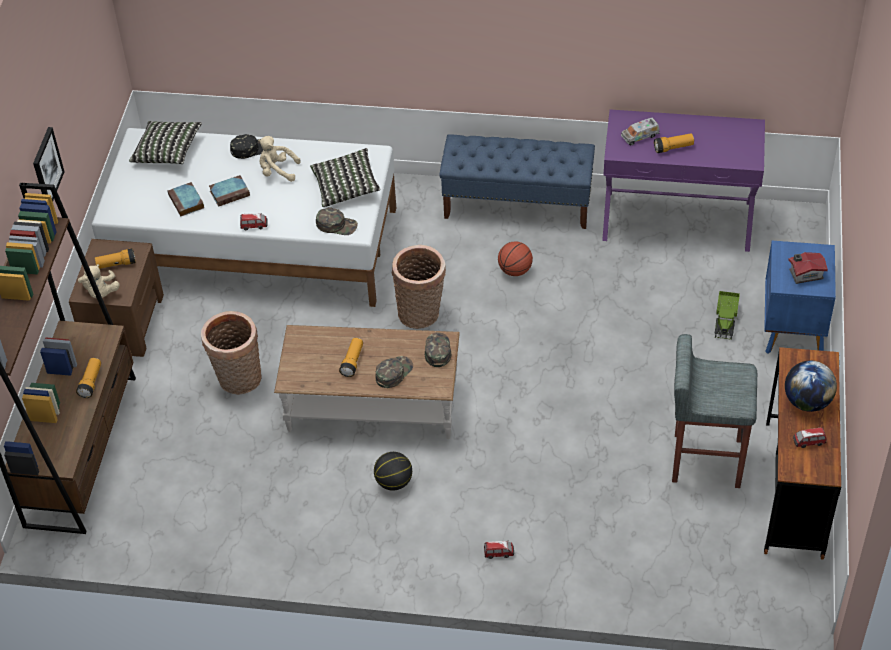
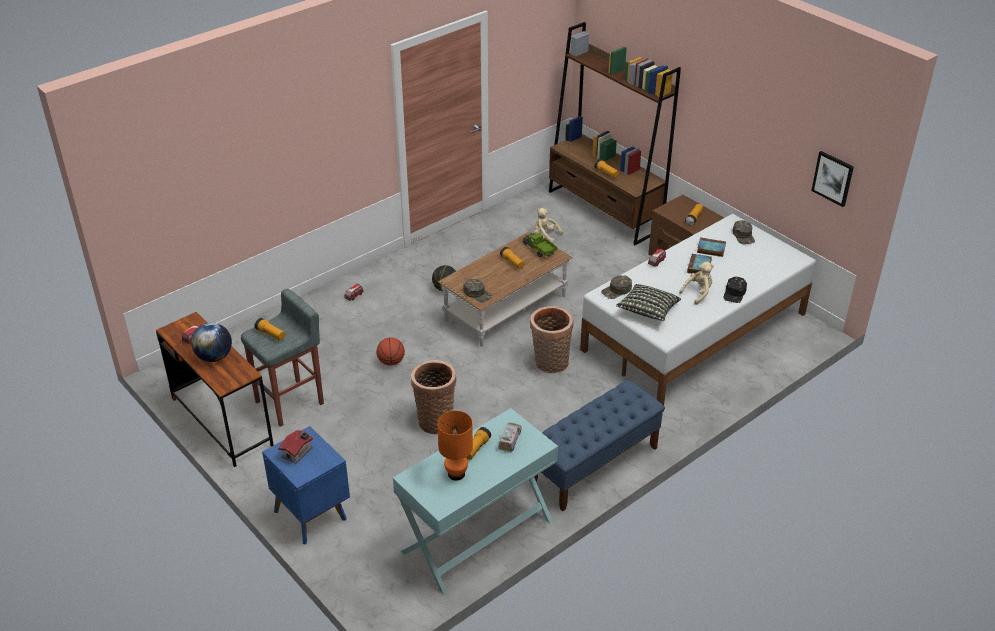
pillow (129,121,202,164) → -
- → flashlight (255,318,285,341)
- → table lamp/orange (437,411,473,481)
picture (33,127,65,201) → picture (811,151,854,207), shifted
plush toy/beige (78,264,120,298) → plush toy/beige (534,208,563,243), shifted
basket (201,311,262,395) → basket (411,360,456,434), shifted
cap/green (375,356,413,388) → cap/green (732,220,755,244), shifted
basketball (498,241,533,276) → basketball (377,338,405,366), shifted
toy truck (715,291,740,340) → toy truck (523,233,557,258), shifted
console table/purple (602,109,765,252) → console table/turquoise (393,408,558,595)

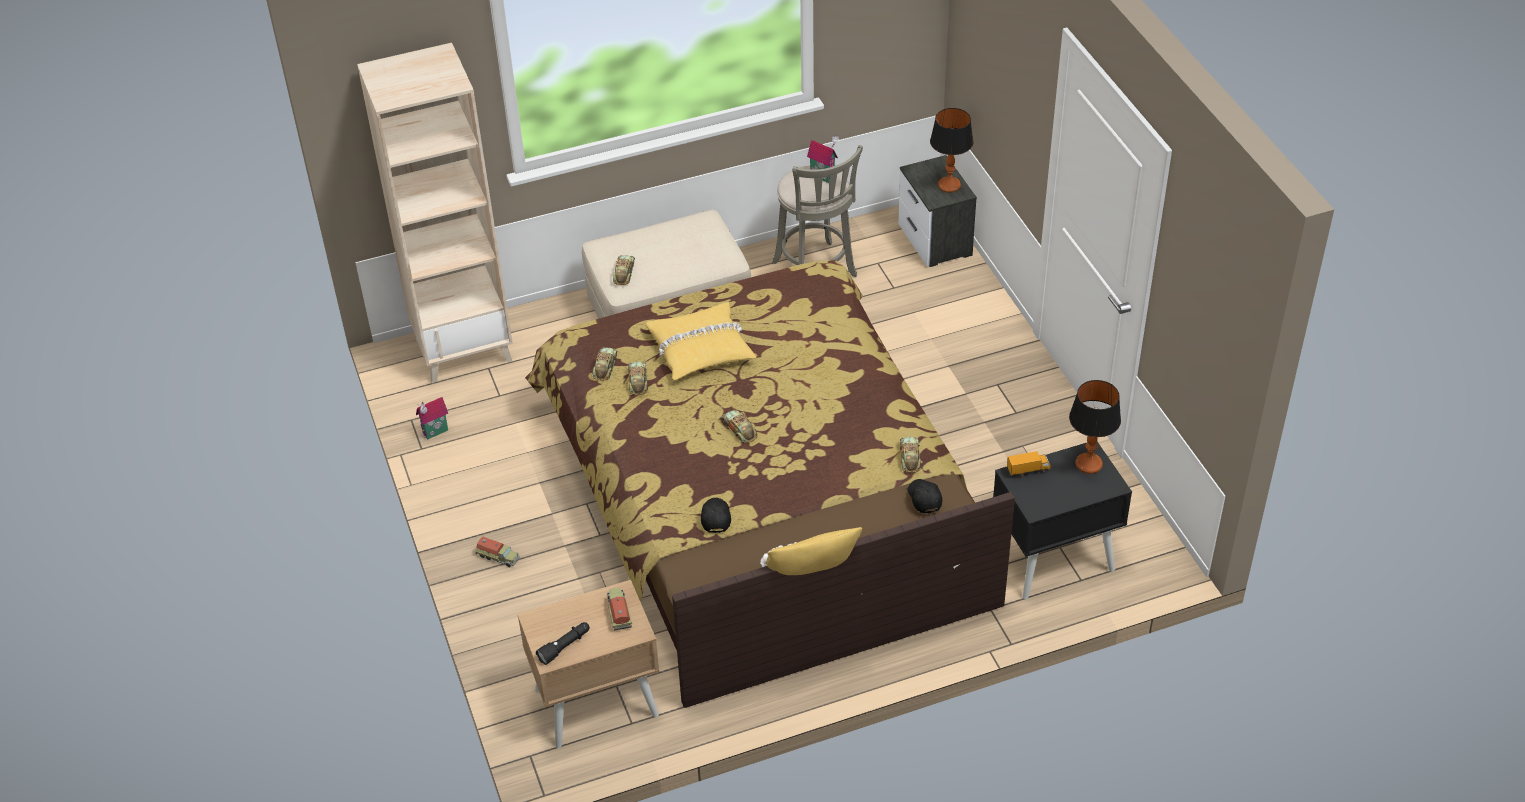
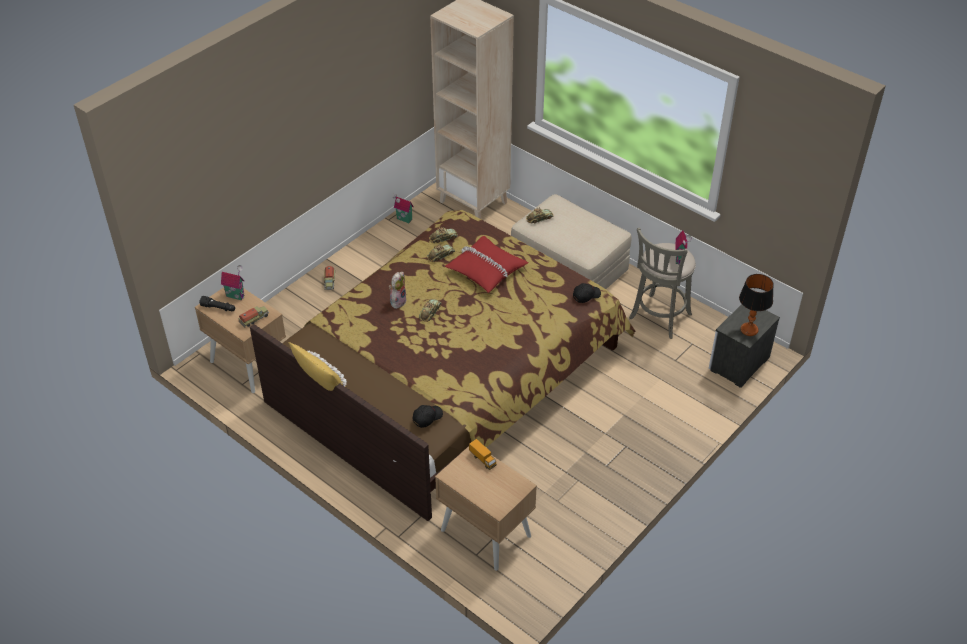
toy car (900,437,921,473) → -
table lamp (1069,380,1121,474) → -
- → toy house (221,265,245,300)
- → plush toy (389,272,407,309)
cap/black (701,498,731,533) → cap/black (573,283,601,303), shifted
pillow/yellow (645,302,756,380) → pillow/red (445,236,529,293)
nightstand/black (993,442,1132,599) → nightstand/beige (435,446,537,571)

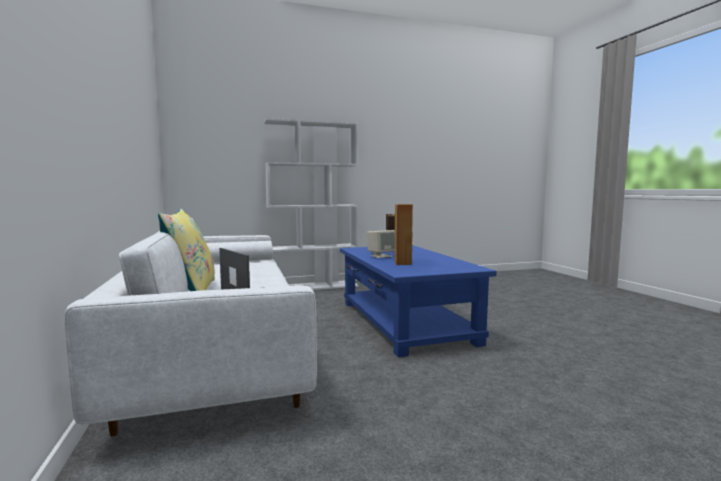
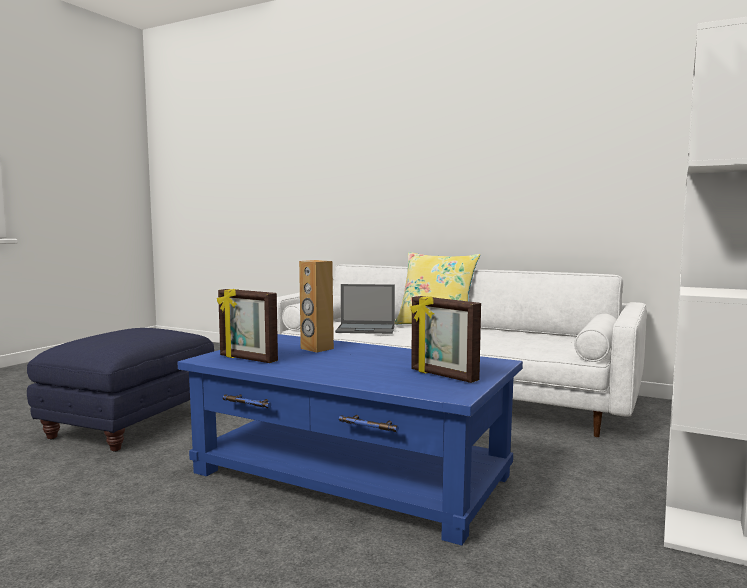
speaker/beige (367,230,395,258) → -
- → ottoman/blue (27,328,214,452)
- → picture frame (217,288,278,363)

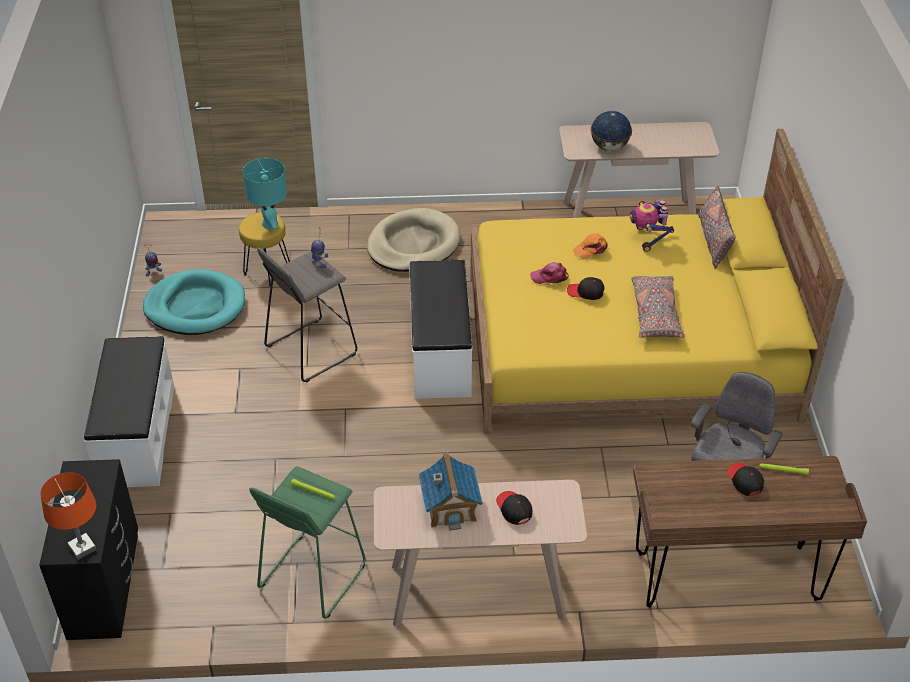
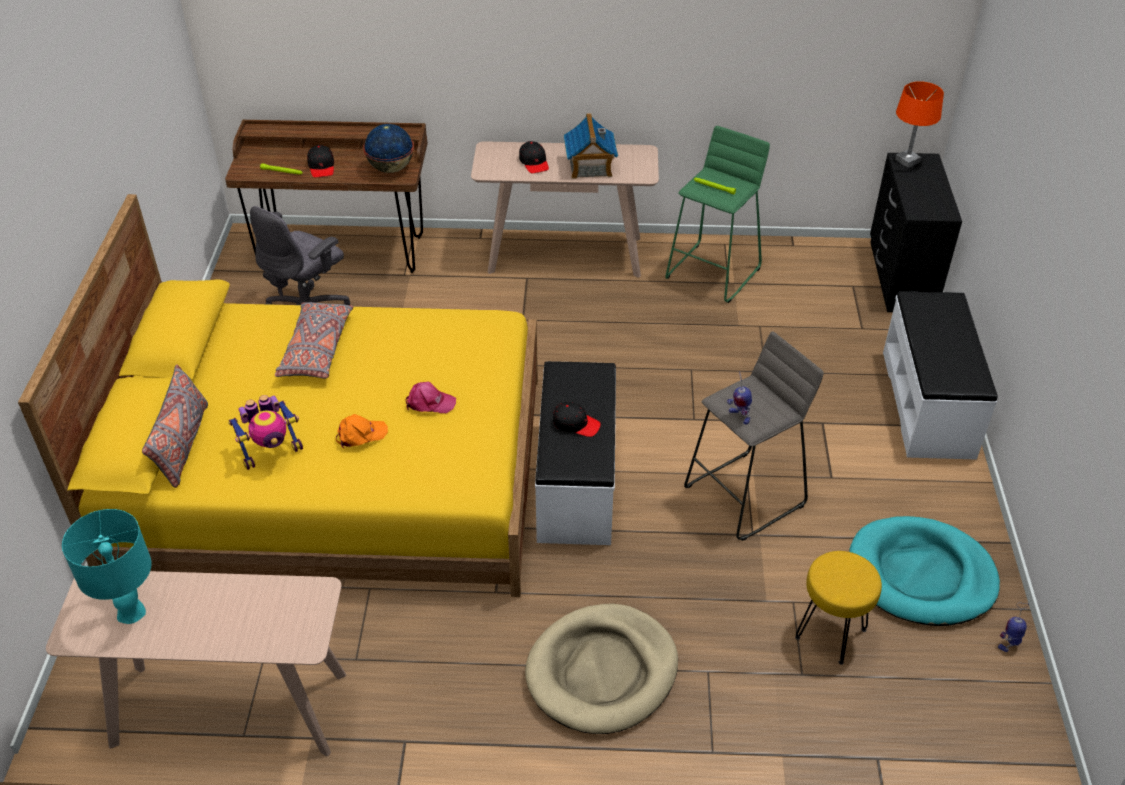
table lamp/turquoise (243,158,287,230) → table lamp/turquoise (62,509,152,624), shifted
cap/black (567,277,605,300) → cap/black (553,402,601,437), shifted
globe (590,111,632,151) → globe (363,124,414,173), shifted
toy robot (630,200,674,252) → toy robot (228,395,303,470), 60 degrees clockwise

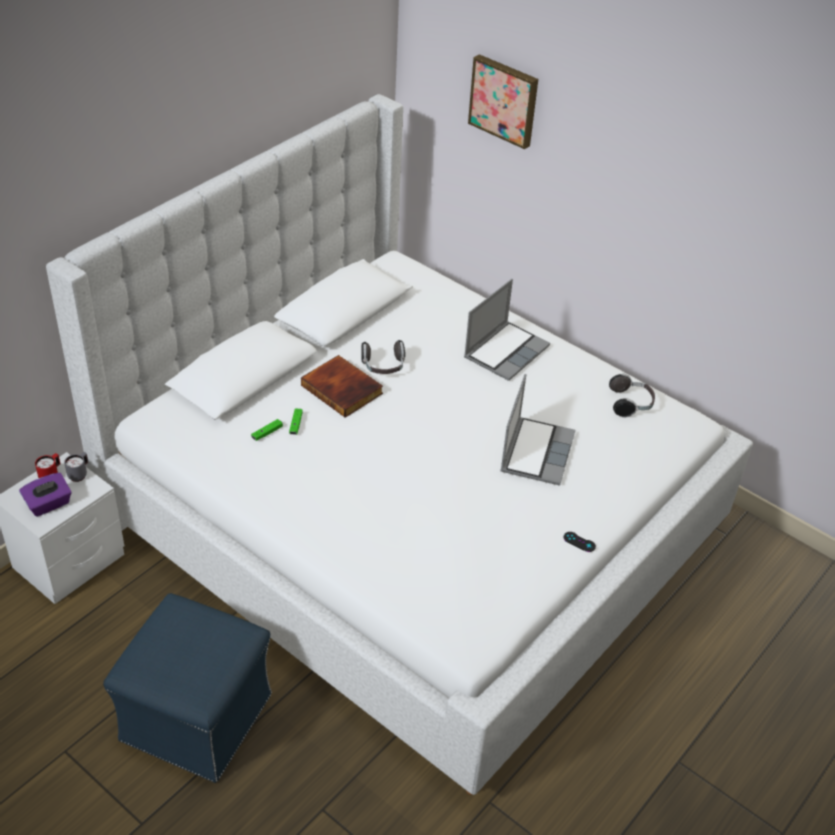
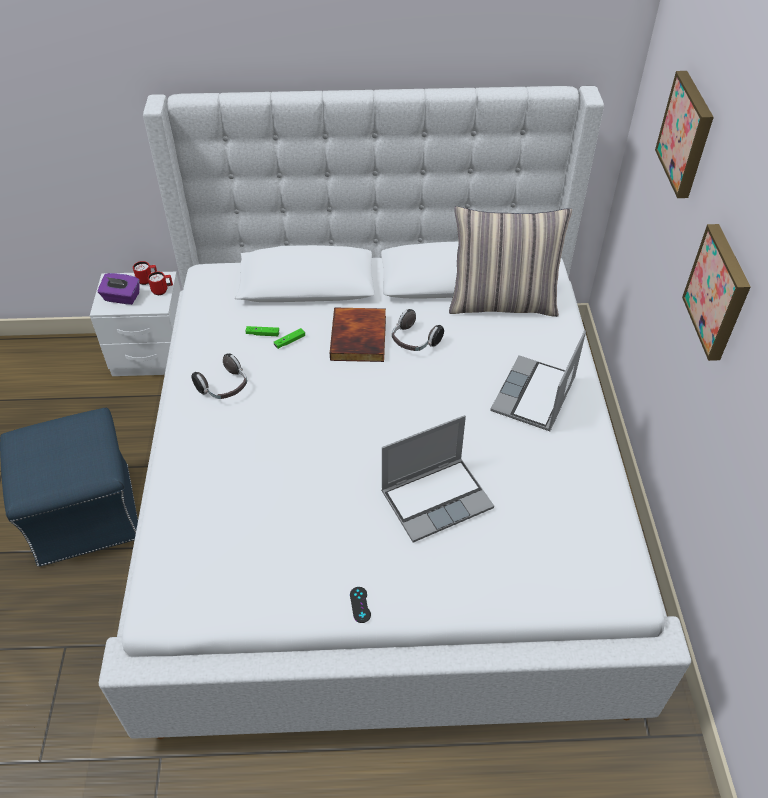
- → pillow (449,206,572,317)
- → picture (682,224,750,361)
headphones (609,373,655,418) → headphones (191,353,247,399), shifted
mug/grey (64,452,89,482) → mug/red (148,271,173,295)
laptop (464,279,550,381) → laptop (490,330,586,431), 120 degrees clockwise

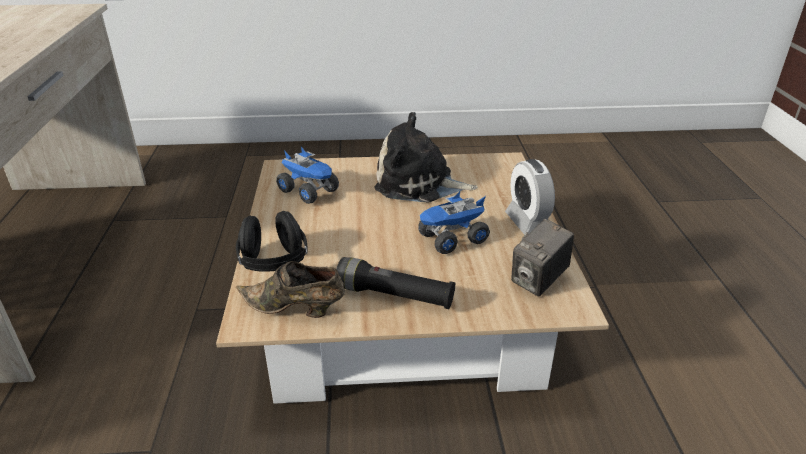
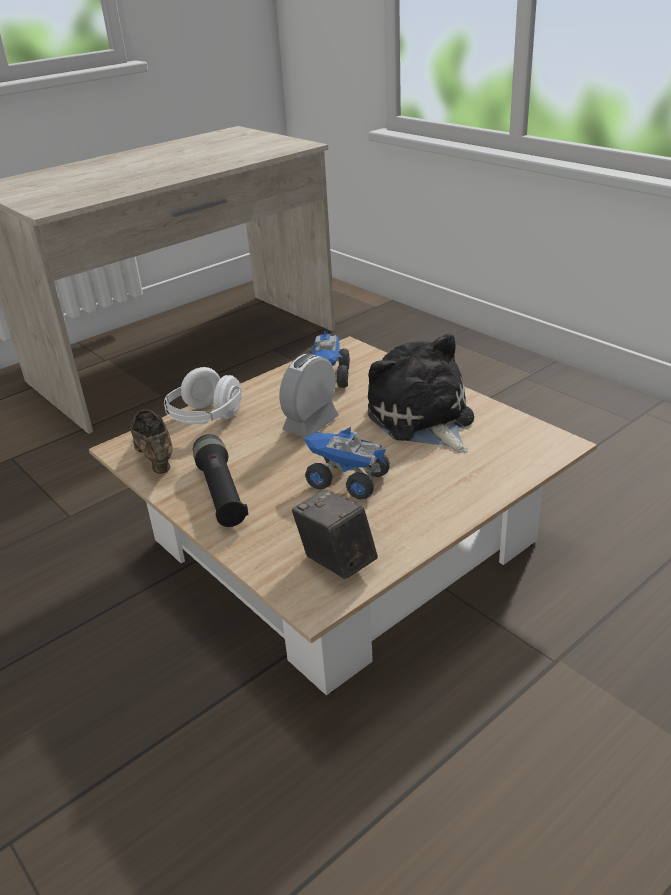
alarm clock (505,159,555,234) → alarm clock (279,353,339,438), shifted
headphones/black (236,211,308,272) → headphones/white (164,367,242,424)
photo camera (511,219,574,297) → photo camera (292,490,378,579), 45 degrees clockwise

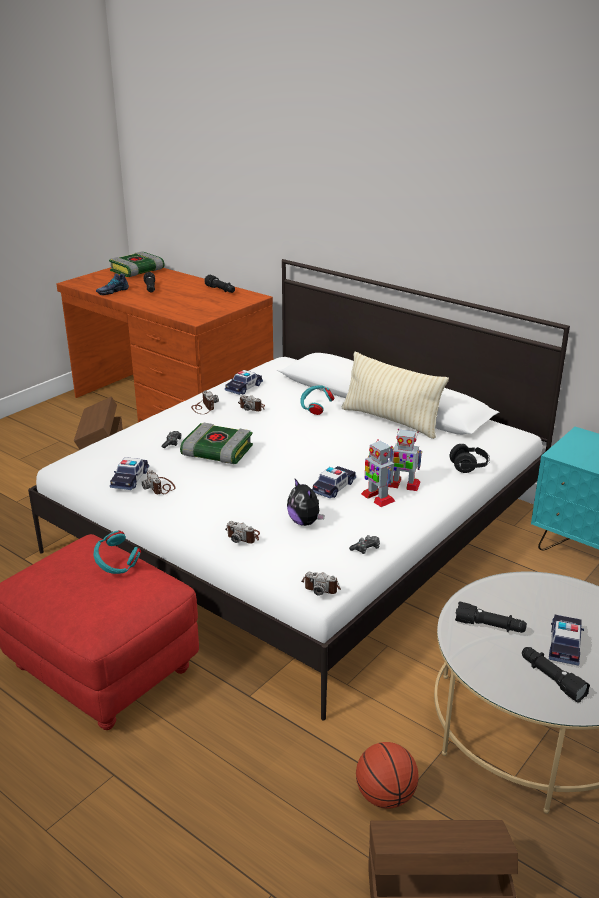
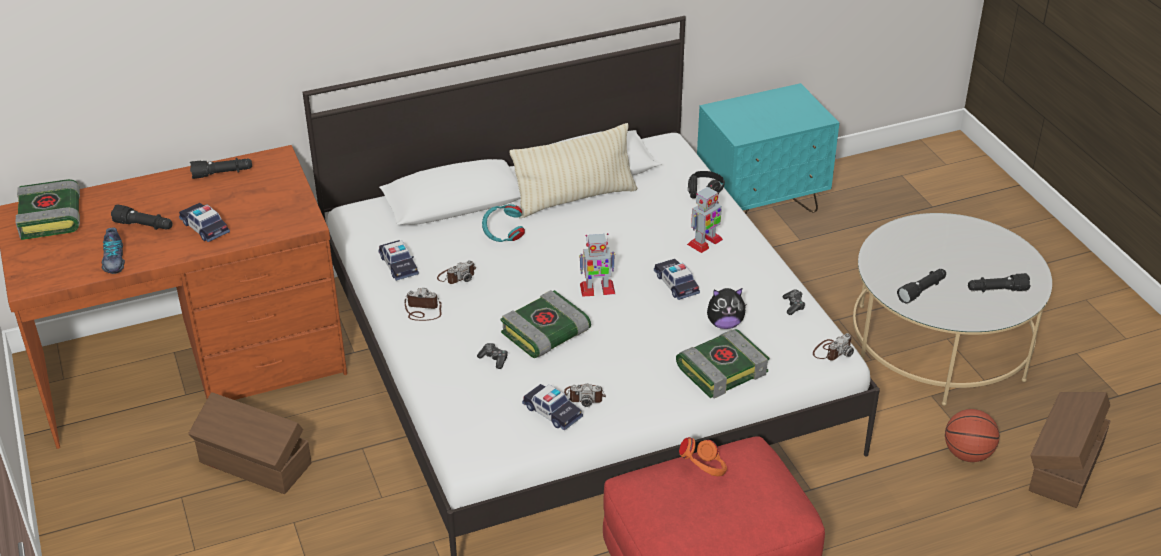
toy robot (361,439,395,507) → toy robot (579,233,615,297), shifted
toy car (549,615,584,666) → toy car (179,203,230,242), shifted
photo camera (225,521,260,544) → book (676,329,769,398)
headphones/turquoise (94,531,141,574) → headphones/orange (679,437,727,476)

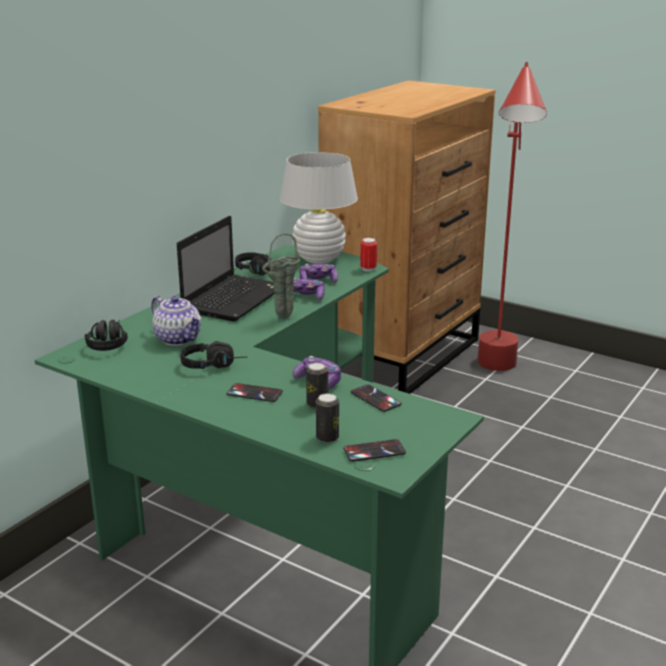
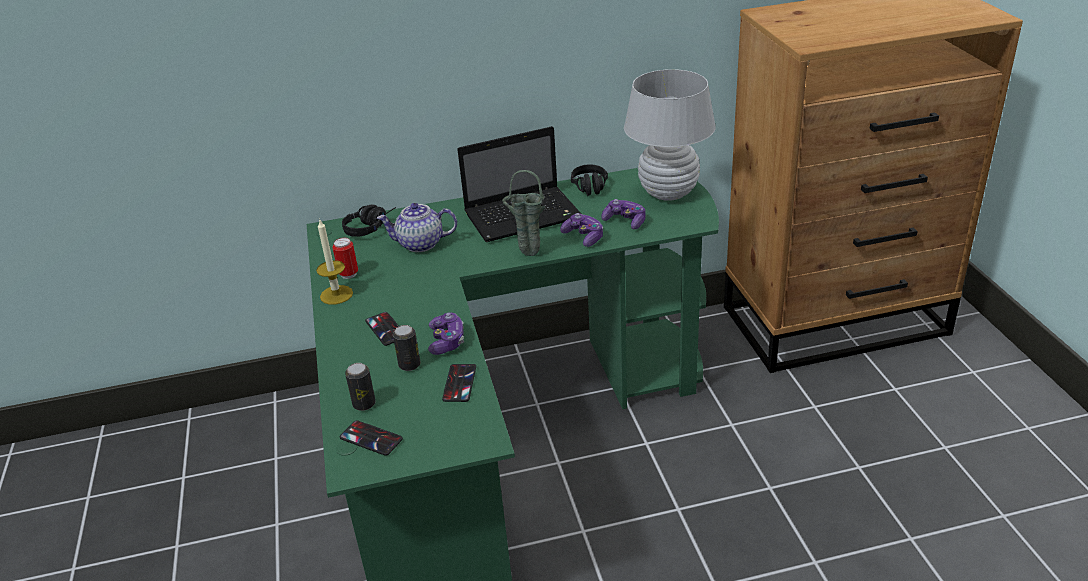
headphones/black (180,341,248,369) → -
floor lamp/red (477,62,547,371) → -
- → candle (316,220,353,305)
can (360,237,377,272) → can (332,238,358,279), shifted
teapot (151,296,201,346) → teapot (377,203,457,252), 90 degrees clockwise

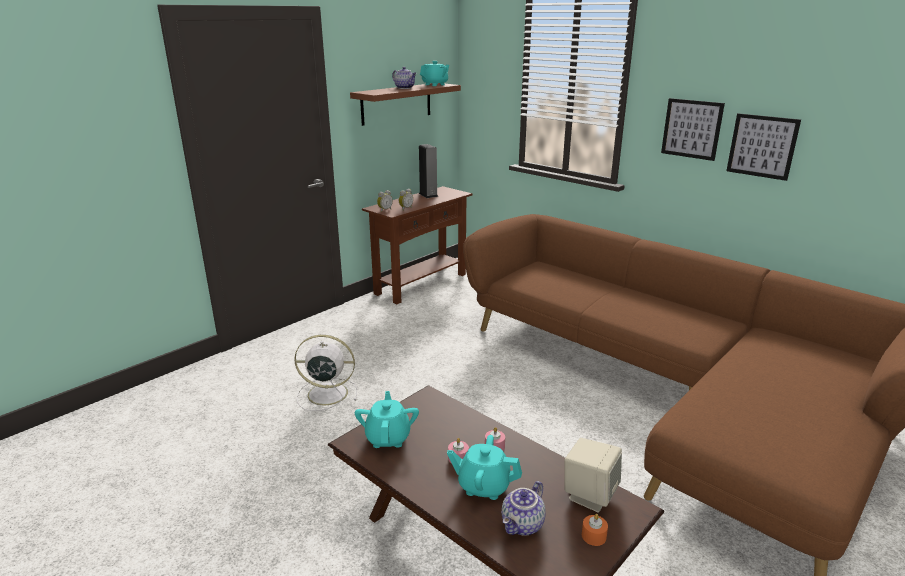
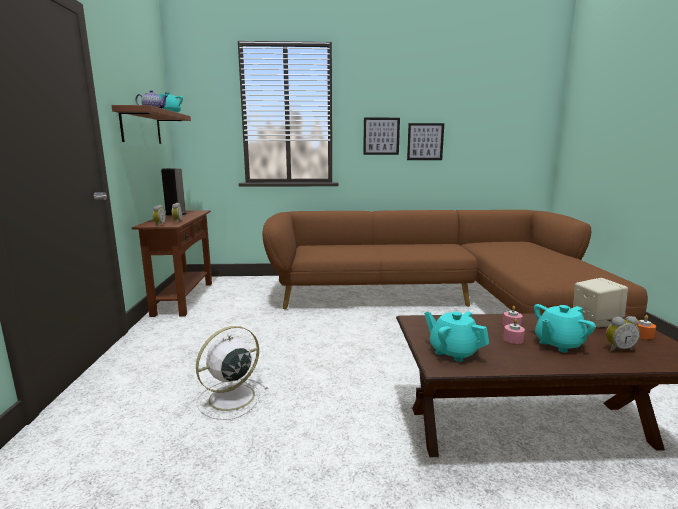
teapot (501,481,546,536) → alarm clock (606,316,640,352)

